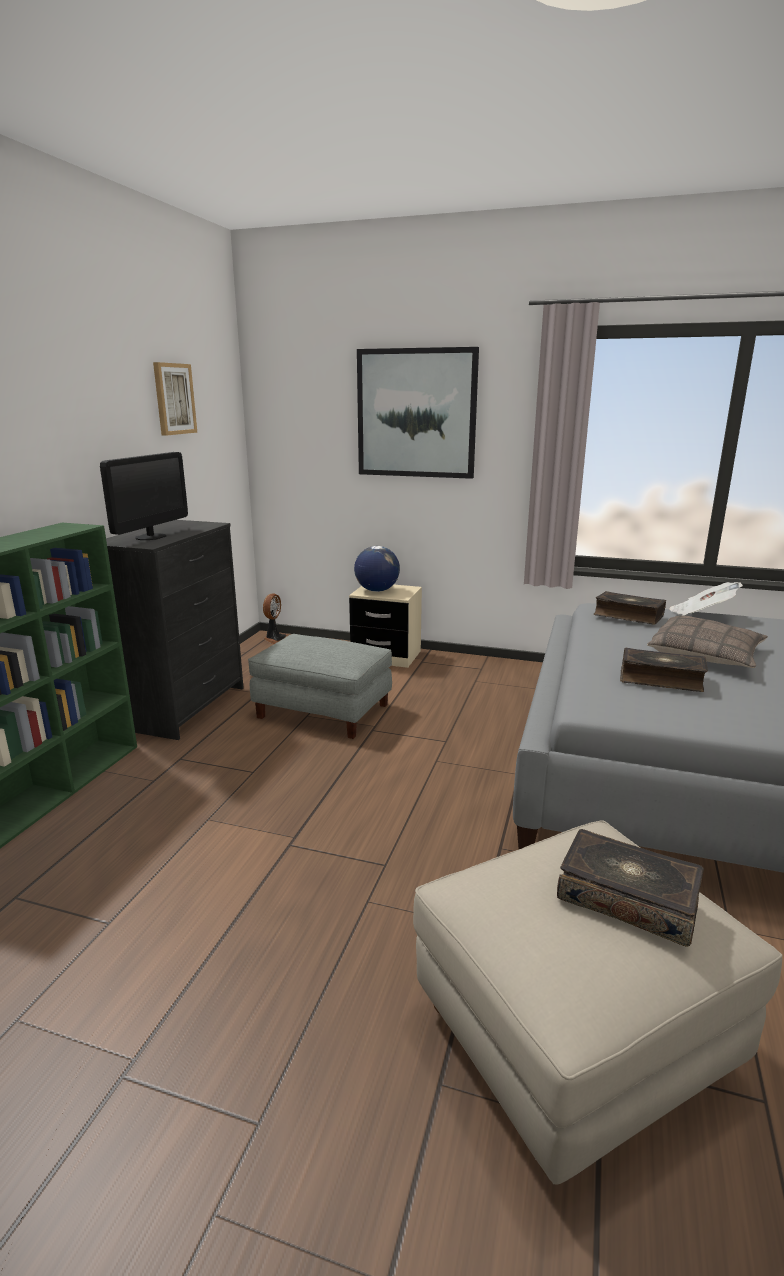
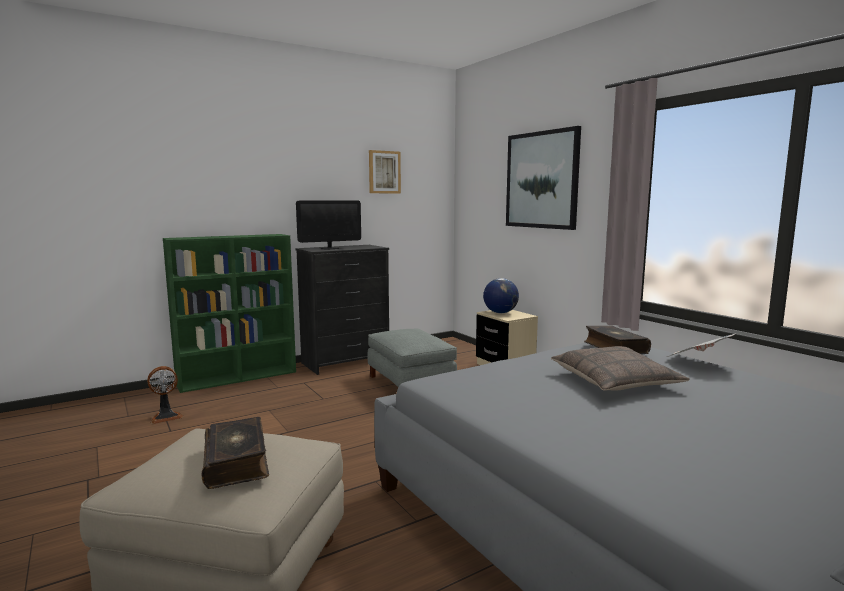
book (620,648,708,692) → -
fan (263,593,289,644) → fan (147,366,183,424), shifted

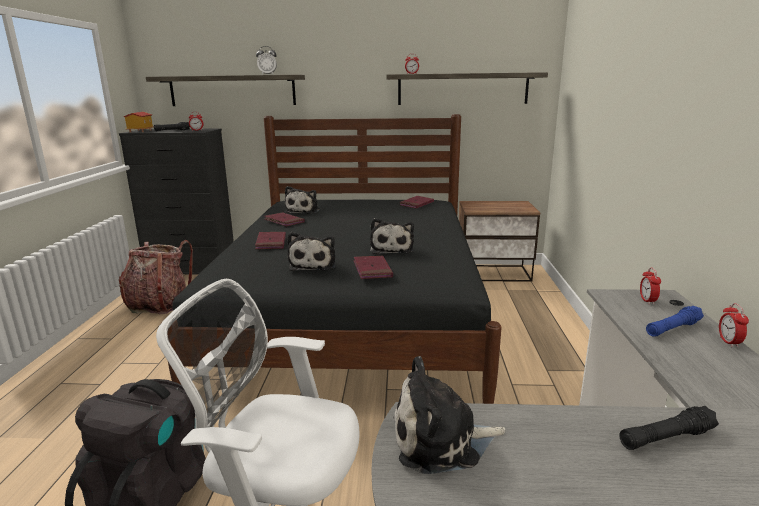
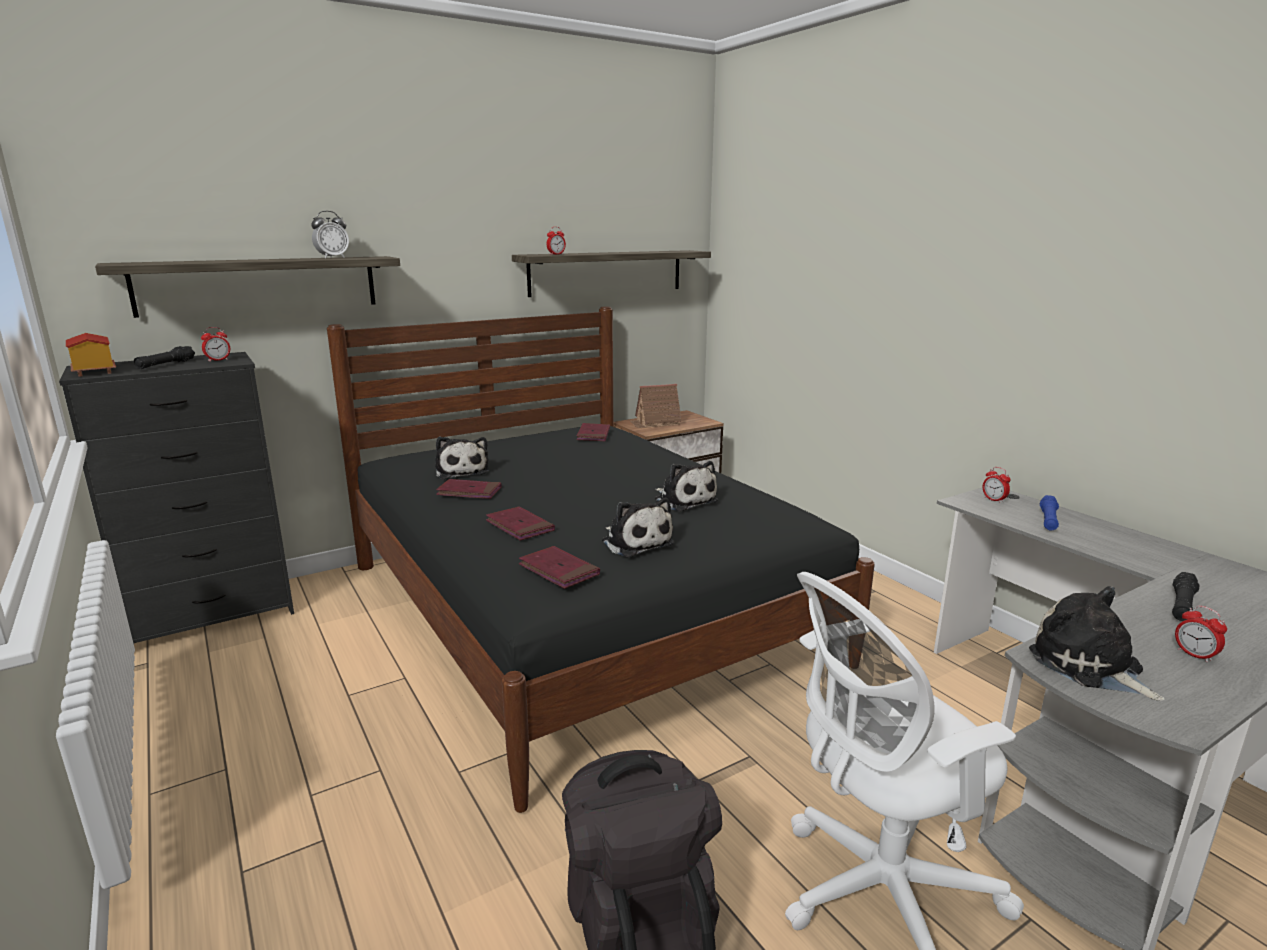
backpack (119,240,193,314) → -
- → toy house (630,384,682,428)
book/red (354,256,393,279) → book/red (519,546,600,589), shifted
alarm clock (719,303,749,348) → alarm clock (1175,606,1227,663), shifted
plush toy (394,356,506,474) → plush toy (1029,586,1164,701), 105 degrees clockwise

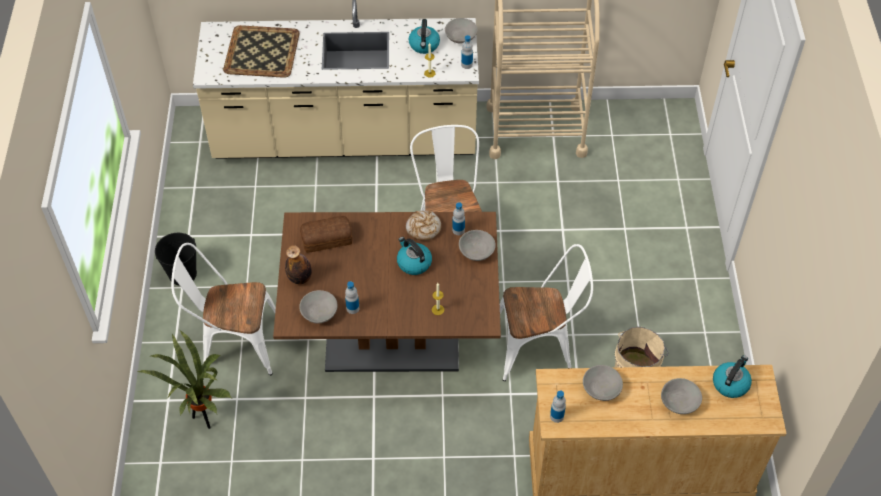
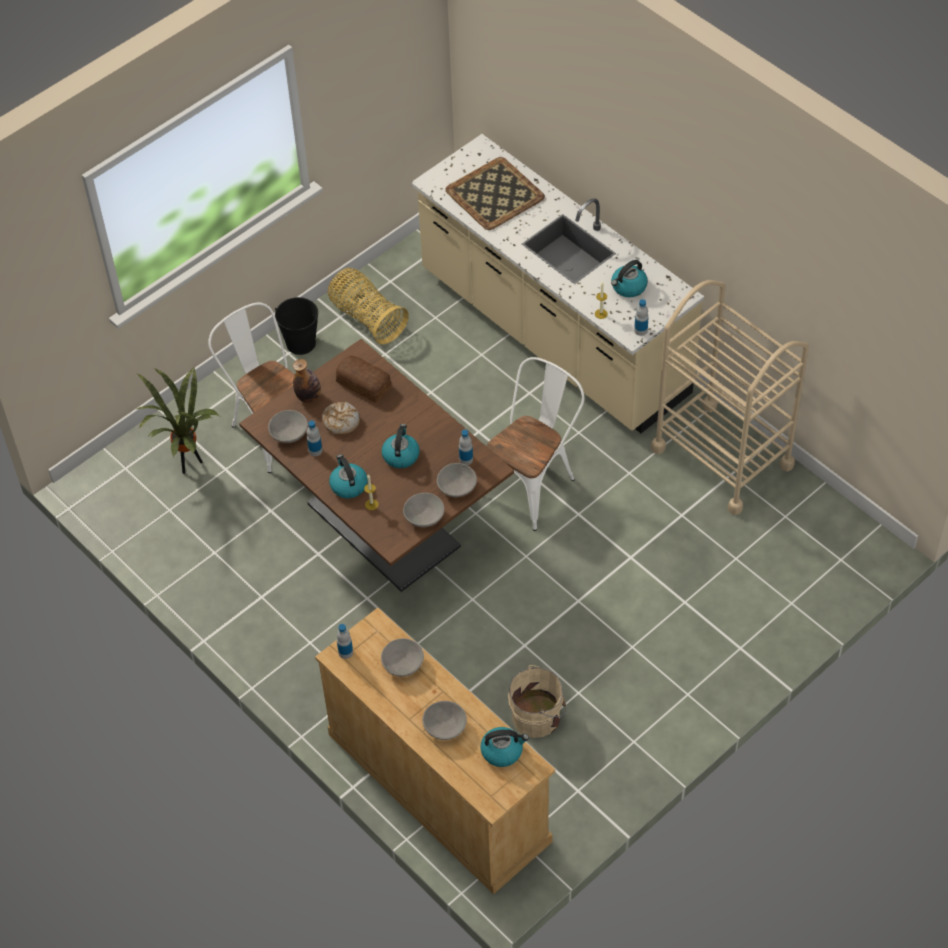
chair/white (500,244,593,381) → -
- → basket (328,268,409,345)
- → kettle (329,455,368,498)
bread (406,211,441,241) → bread (322,402,360,434), shifted
bowl/grey (445,18,478,43) → bowl/grey (403,493,444,527), shifted

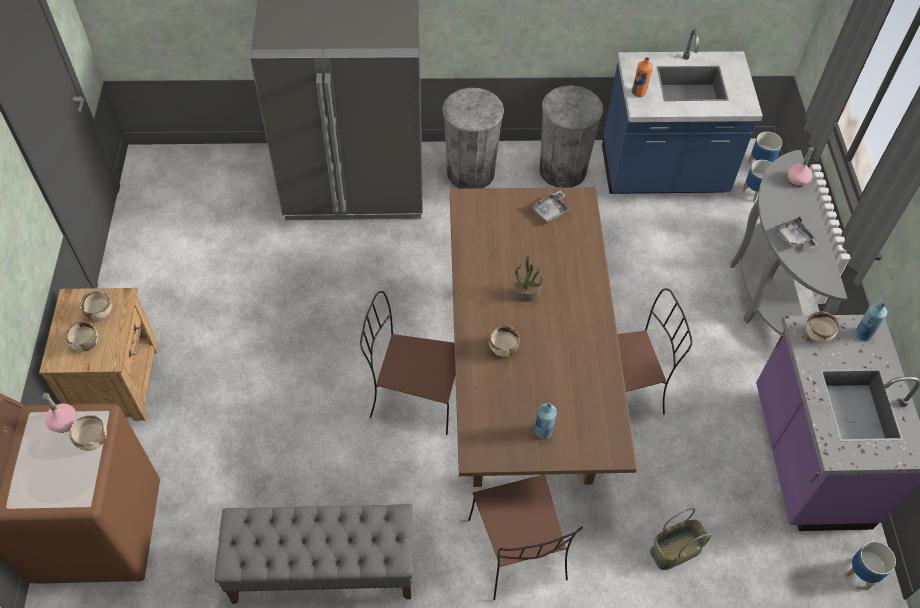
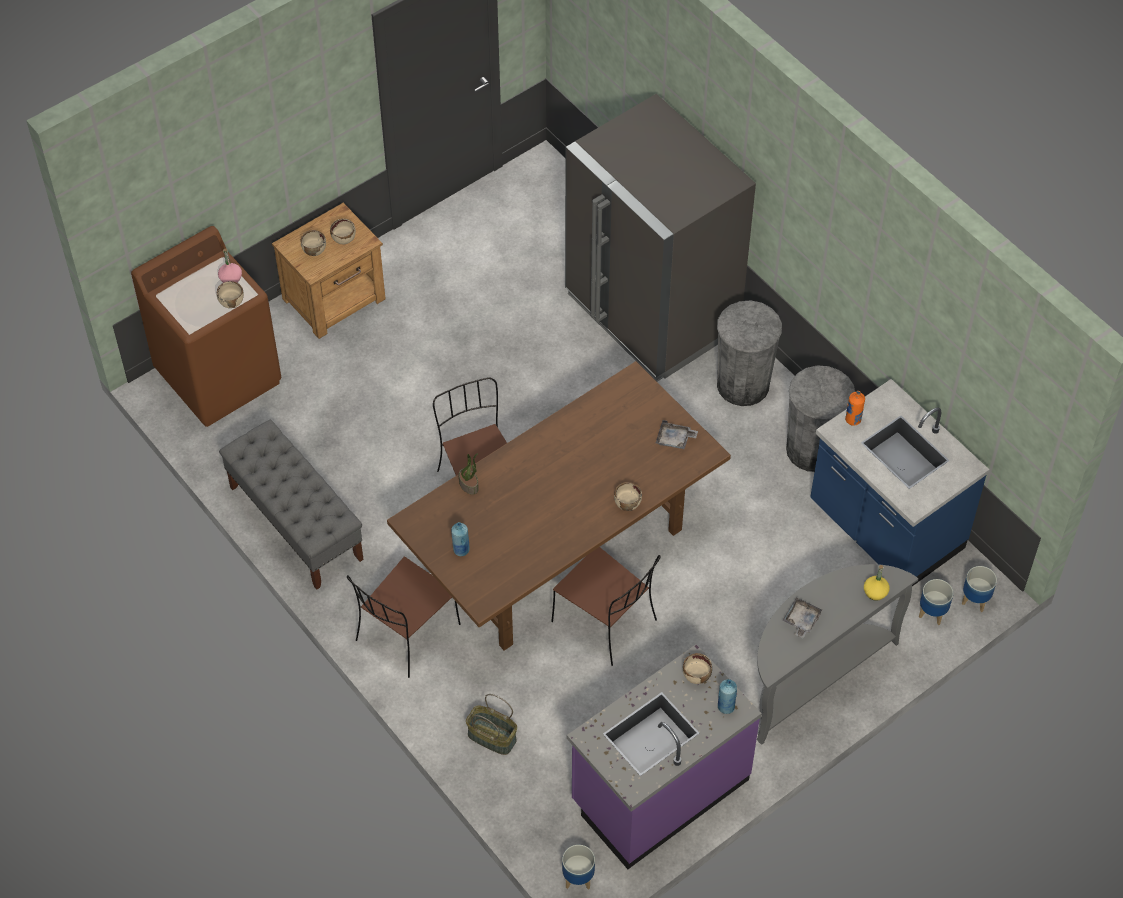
bowl/beige (489,326,520,357) → bowl/beige (614,482,642,511), shifted
potted plant (512,256,543,302) → potted plant (459,453,479,495), shifted
bottle/pink (788,147,814,187) → bottle/yellow (864,565,890,601)

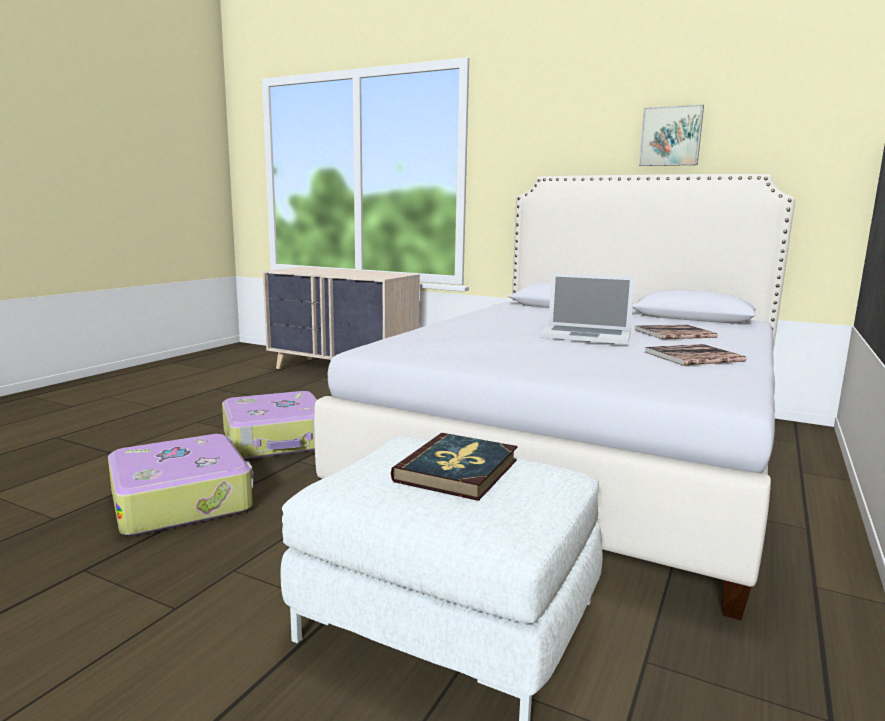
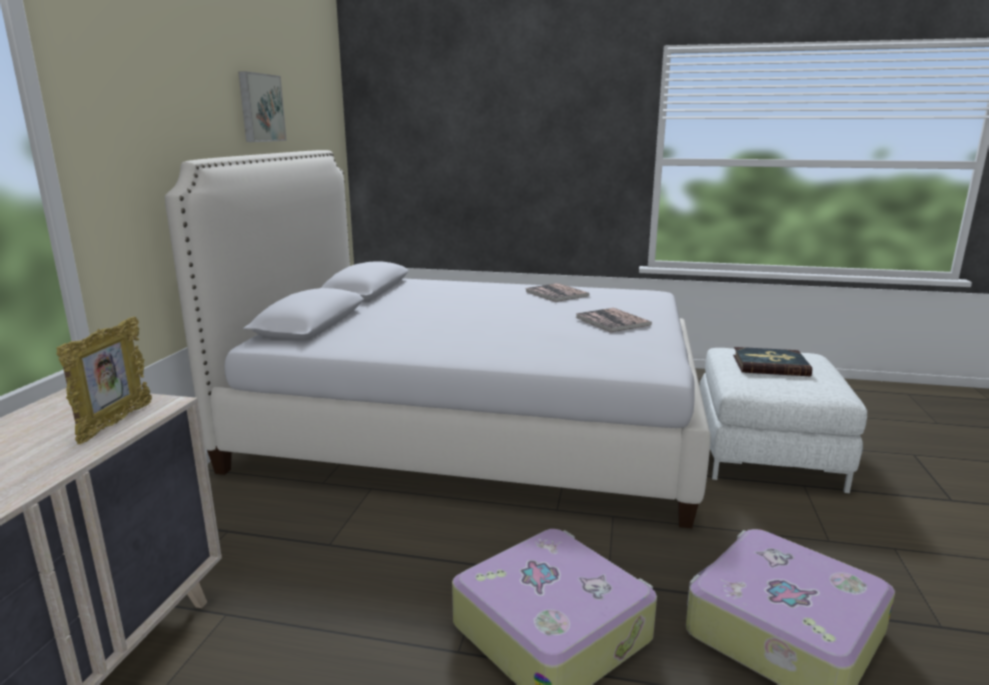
laptop (539,273,635,344) → -
- → picture frame (57,317,152,444)
book (635,324,718,339) → book (576,308,652,332), shifted

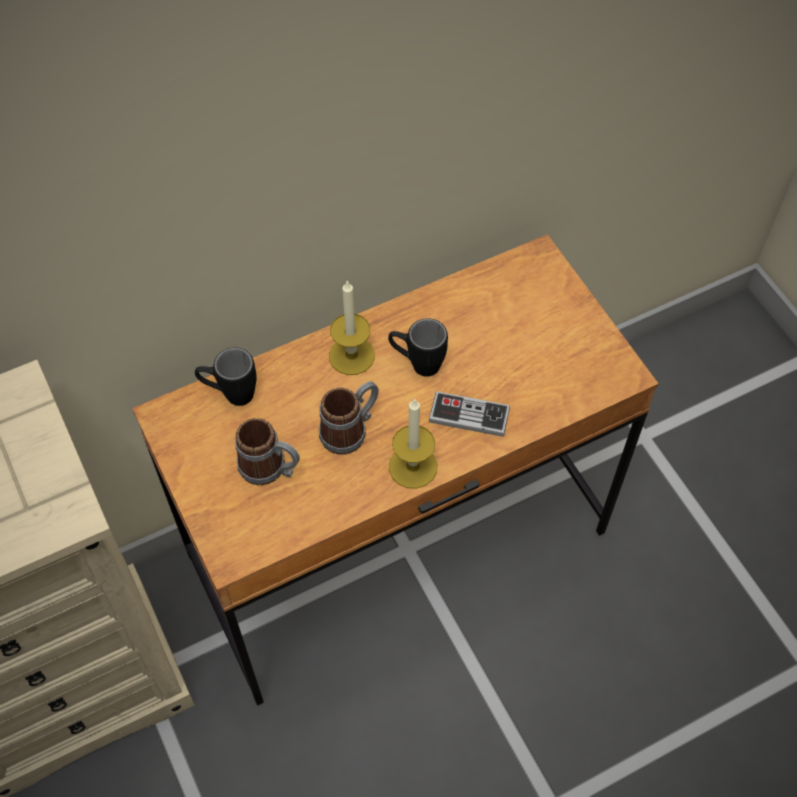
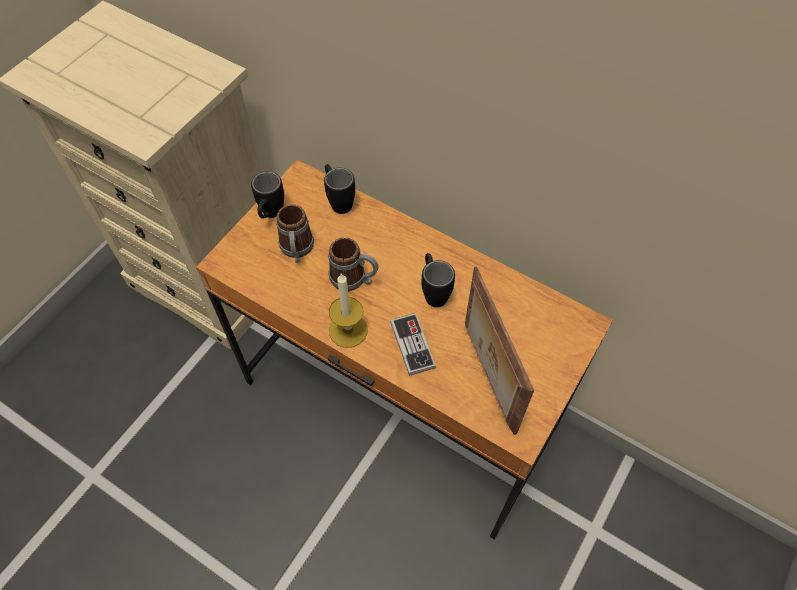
candle (329,280,375,375) → -
- → mug/black (251,171,284,219)
- → picture frame (465,267,534,435)

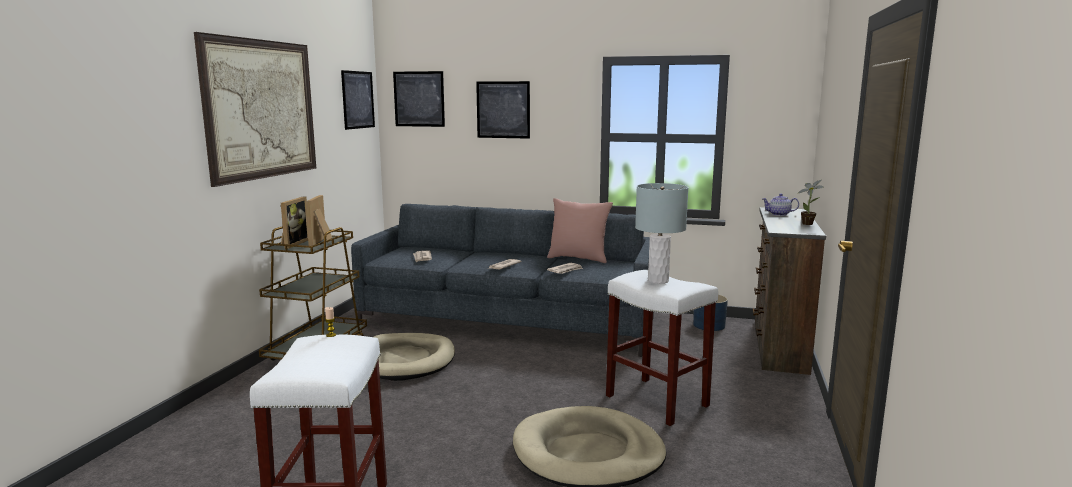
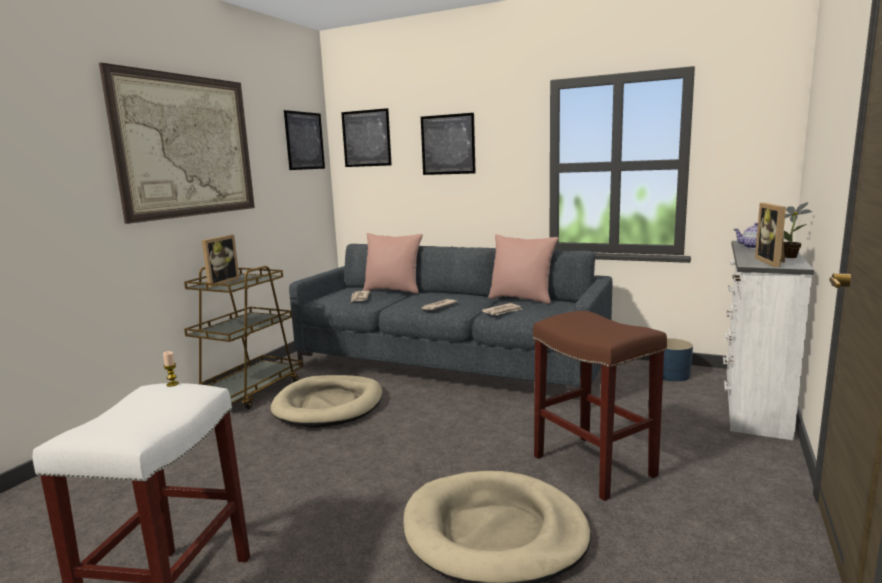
table lamp/grey (635,183,689,284) → -
- → pillow/pink (363,233,423,294)
picture frame (305,195,332,246) → picture frame (755,203,786,267), shifted
stool/white (606,270,718,426) → stool/brown (533,311,667,501)
dresser/brown (753,207,826,375) → dresser/white (723,241,814,440)

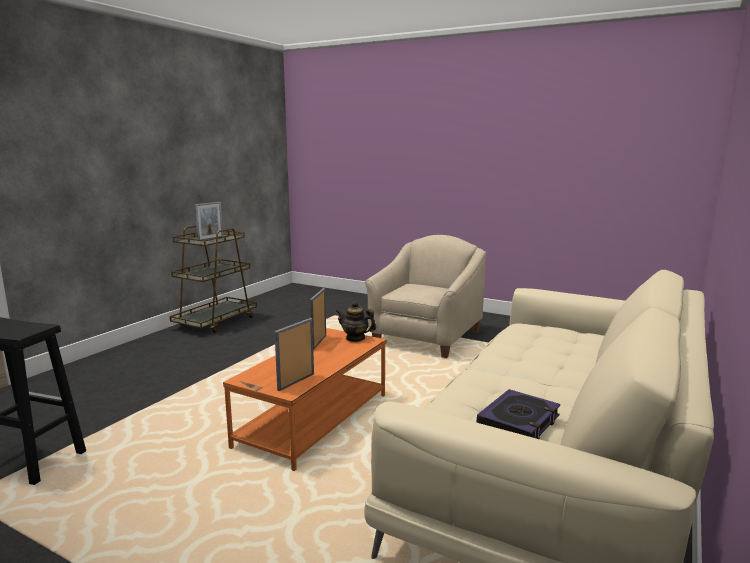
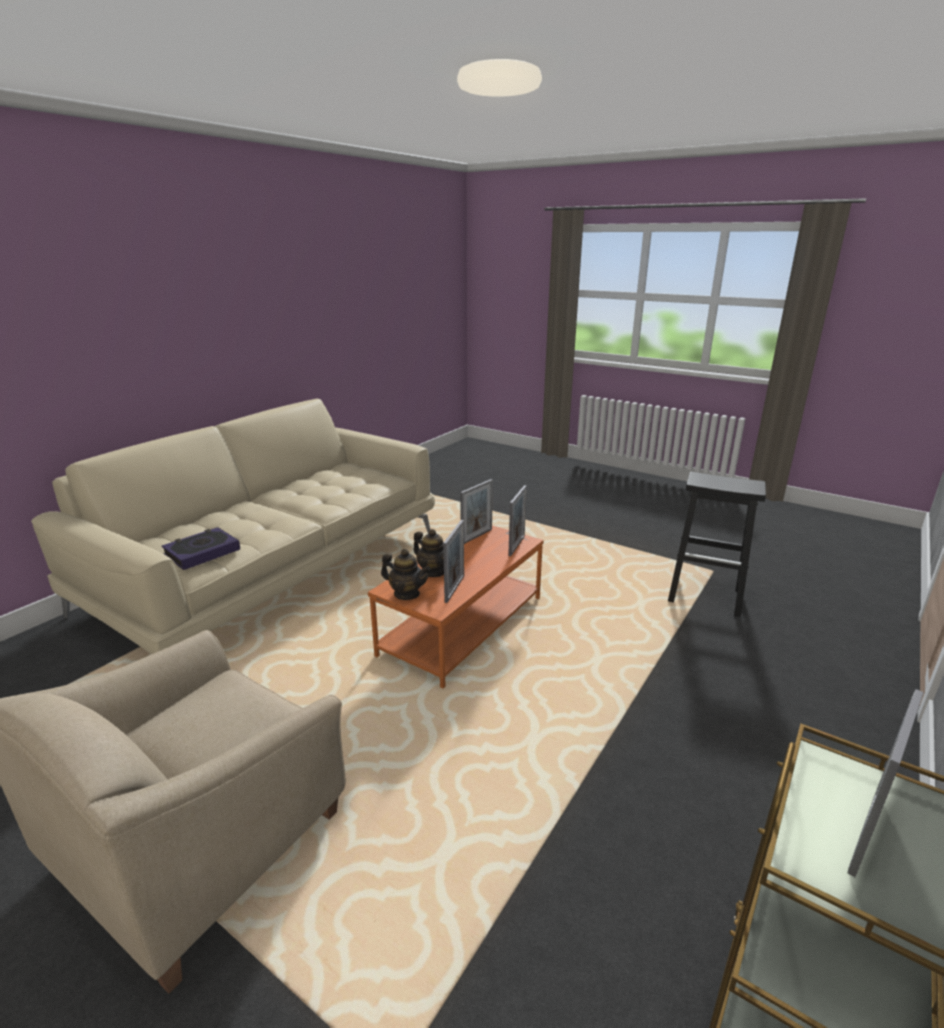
- → teapot (414,529,444,577)
- → picture frame (508,485,527,556)
book (477,389,560,439) → book (162,527,240,570), shifted

